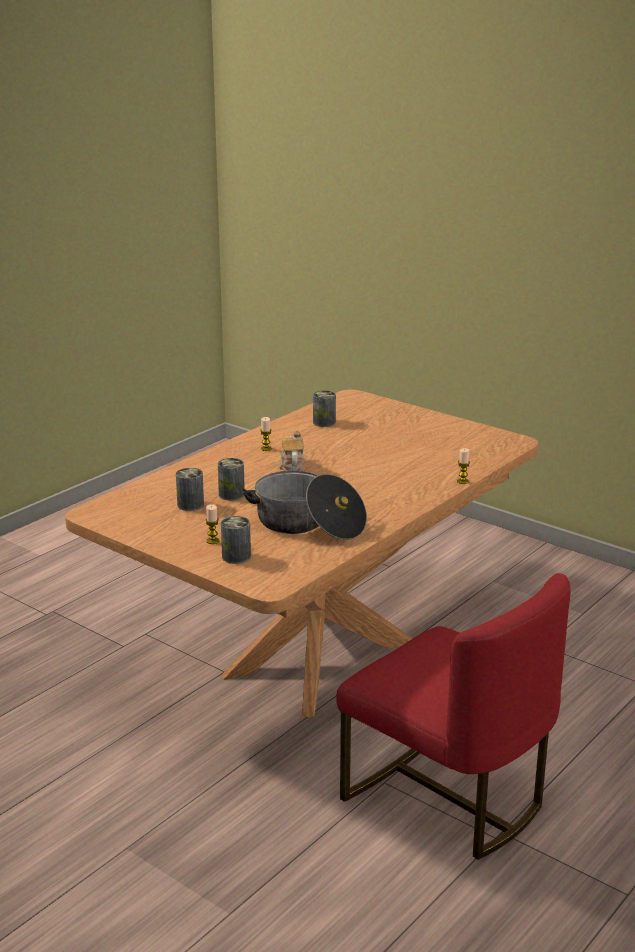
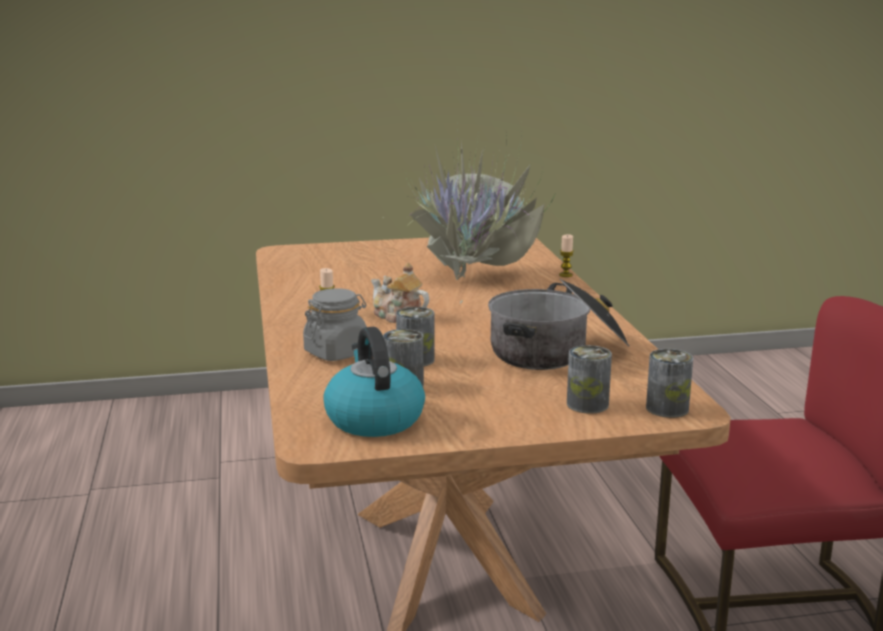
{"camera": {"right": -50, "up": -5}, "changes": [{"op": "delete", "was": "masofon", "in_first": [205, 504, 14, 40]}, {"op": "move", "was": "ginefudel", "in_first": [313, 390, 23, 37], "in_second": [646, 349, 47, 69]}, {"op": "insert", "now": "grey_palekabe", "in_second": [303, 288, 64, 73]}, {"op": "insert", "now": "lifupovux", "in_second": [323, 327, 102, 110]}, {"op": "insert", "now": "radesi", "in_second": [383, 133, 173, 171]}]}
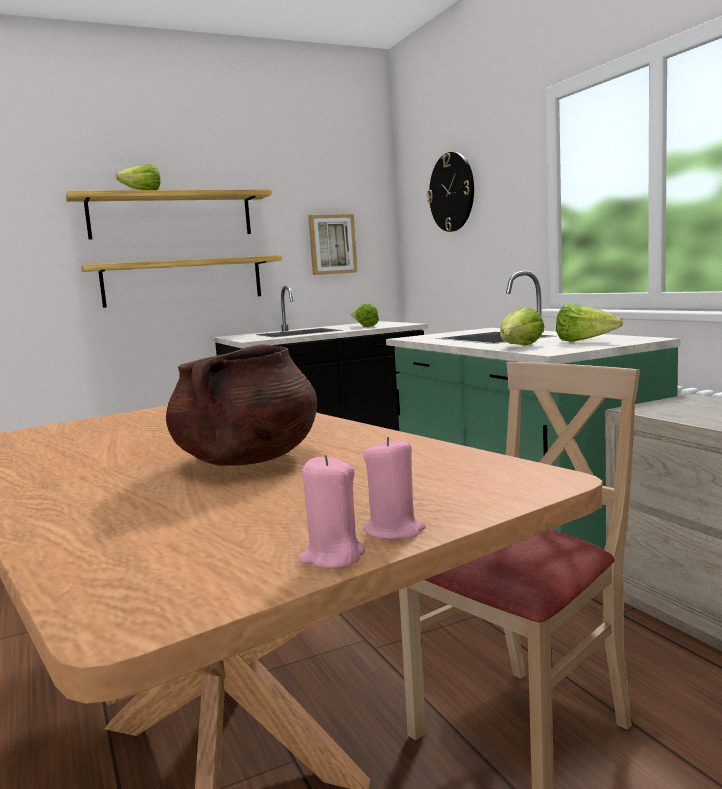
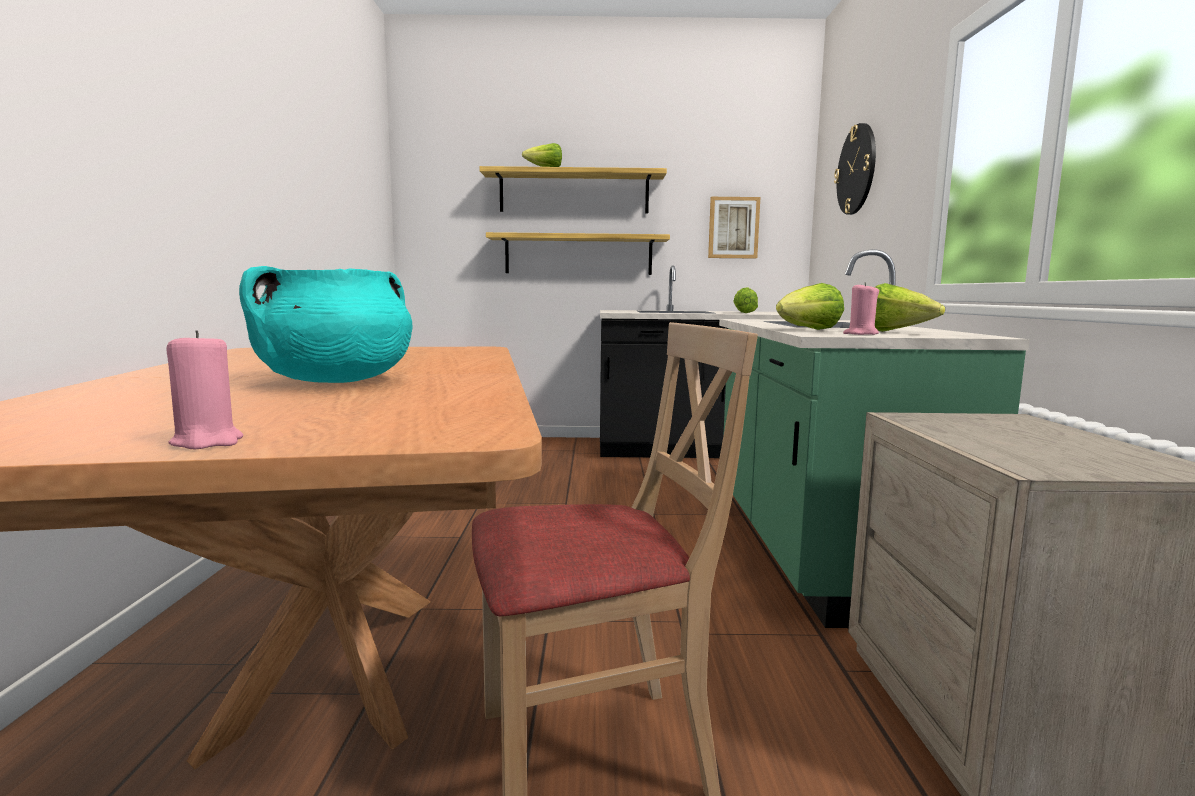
{"camera": {"right": 25, "up": 0}, "changes": [{"op": "recolor", "was": "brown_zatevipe", "now": "turquoise_zatevipe", "in_first": [166, 344, 151, 122], "in_second": [239, 266, 174, 117]}, {"op": "move", "was": "pink_masofon", "in_first": [299, 455, 66, 114], "in_second": [843, 282, 36, 53]}]}
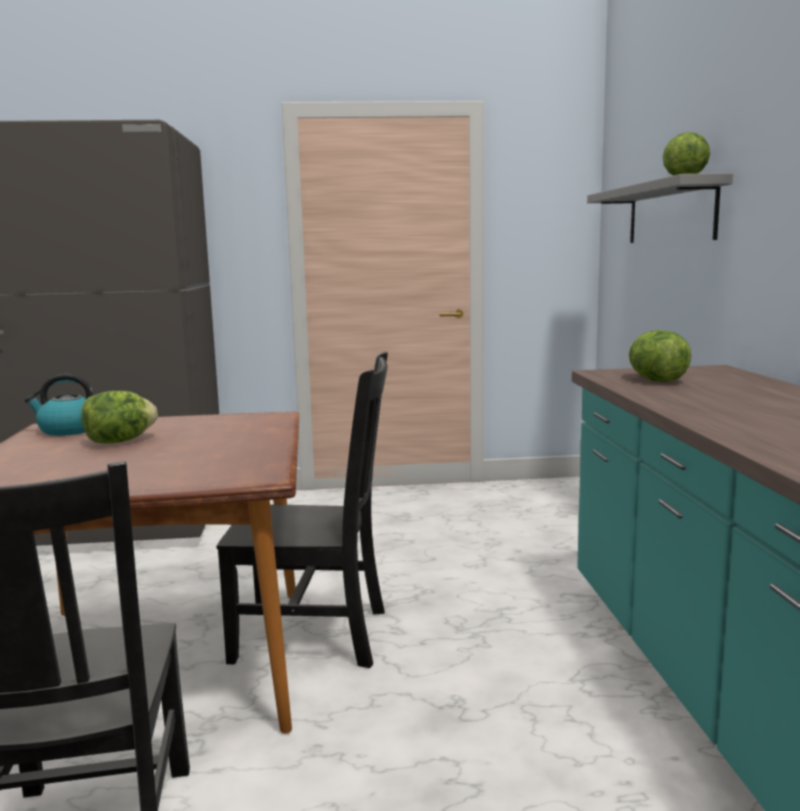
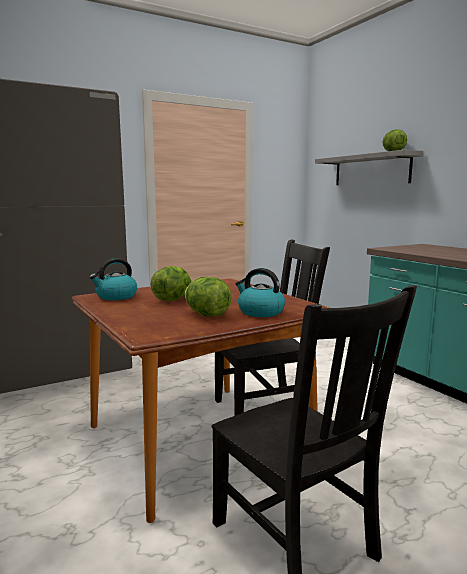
{"camera": {"right": -25, "up": 0}, "changes": [{"op": "move", "was": "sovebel", "in_first": [628, 330, 63, 52], "in_second": [185, 277, 46, 39]}, {"op": "insert", "now": "lifupovux", "in_second": [235, 268, 50, 49]}]}
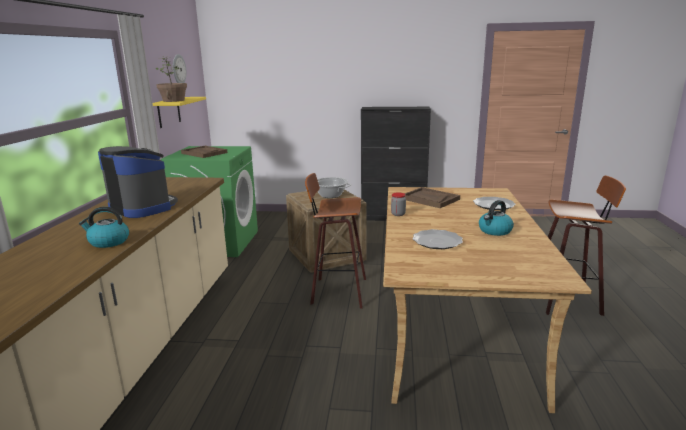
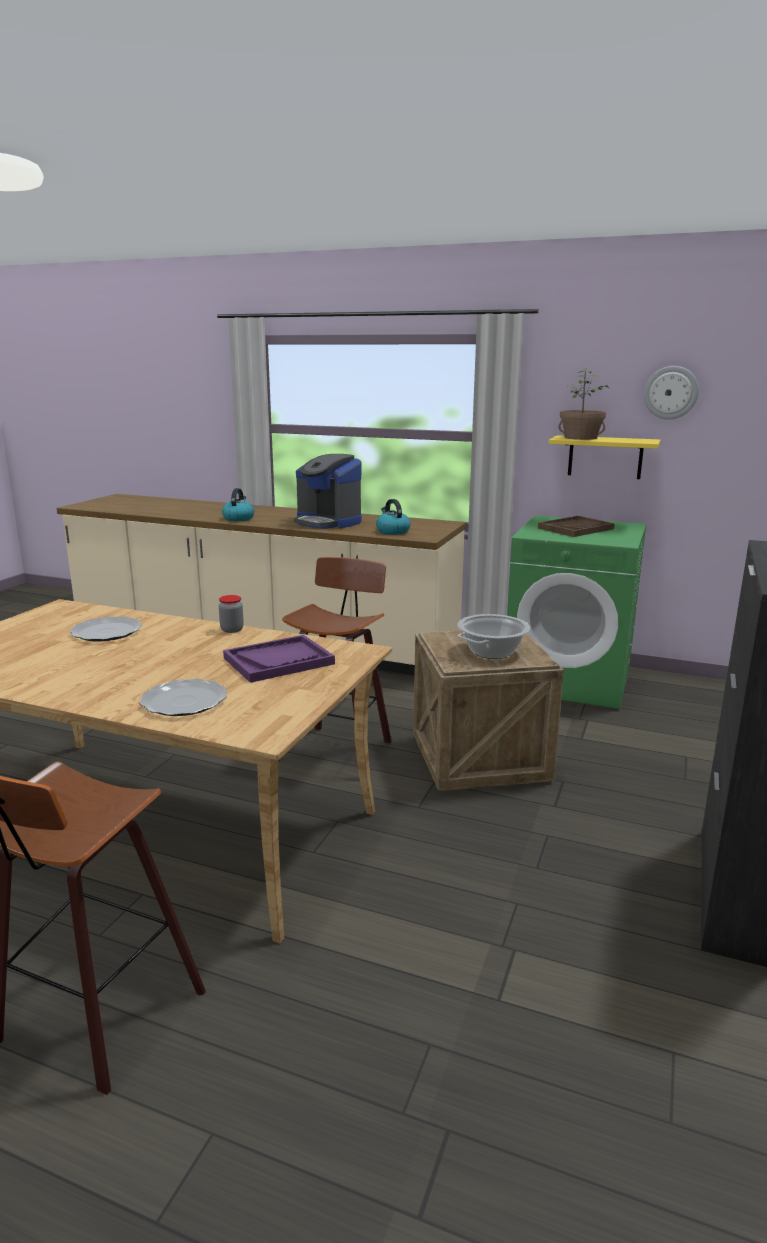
{"camera": {"right": 105, "up": 0}, "changes": [{"op": "rotate", "was": "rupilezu", "in_first": [98, 146, 80, 72], "in_second": [294, 454, 68, 75], "clockwise": 75}, {"op": "recolor", "was": "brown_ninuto", "now": "purple_ninuto", "in_first": [404, 187, 56, 21], "in_second": [223, 635, 112, 48]}, {"op": "move", "was": "lifupovux", "in_first": [479, 200, 35, 36], "in_second": [376, 499, 35, 36]}]}
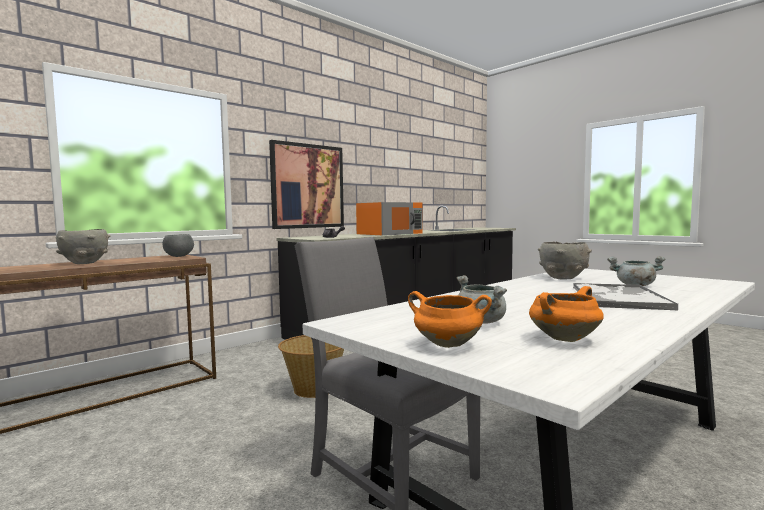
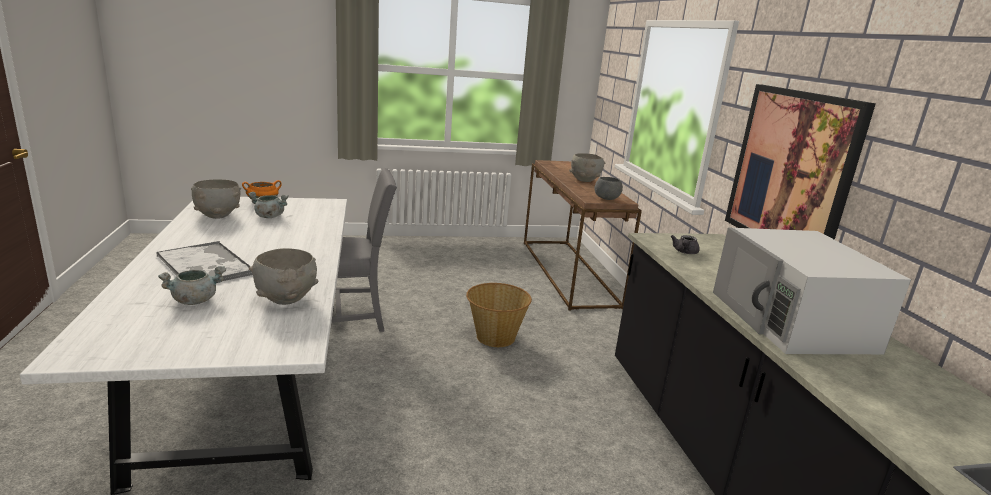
{"camera": {"right": 120, "up": 15}, "changes": [{"op": "recolor", "was": "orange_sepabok", "now": "white_sepabok", "in_first": [356, 202, 67, 34], "in_second": [713, 228, 198, 126]}, {"op": "replace", "was": "orange_zatevipe", "now": "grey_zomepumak", "in_first": [529, 286, 75, 56], "in_second": [191, 179, 50, 40]}]}
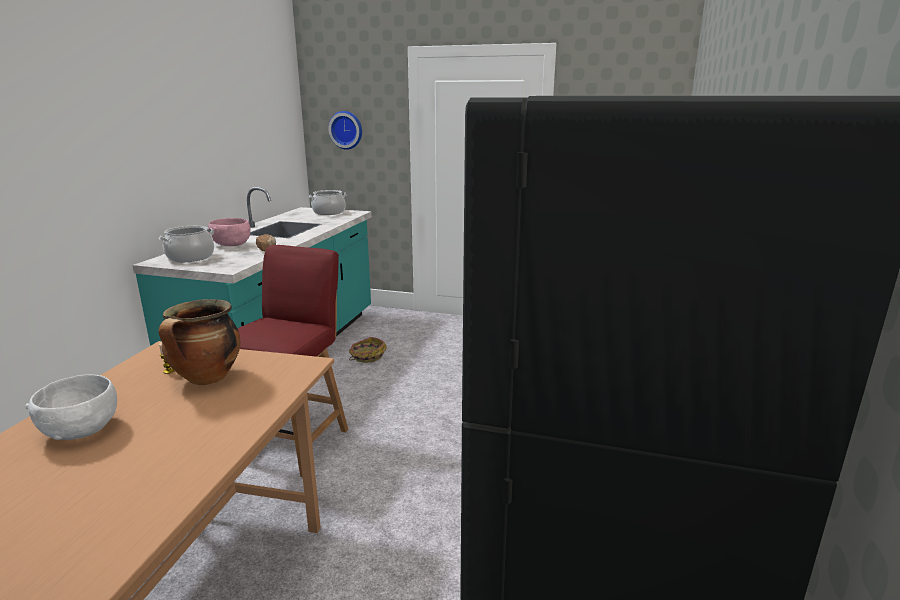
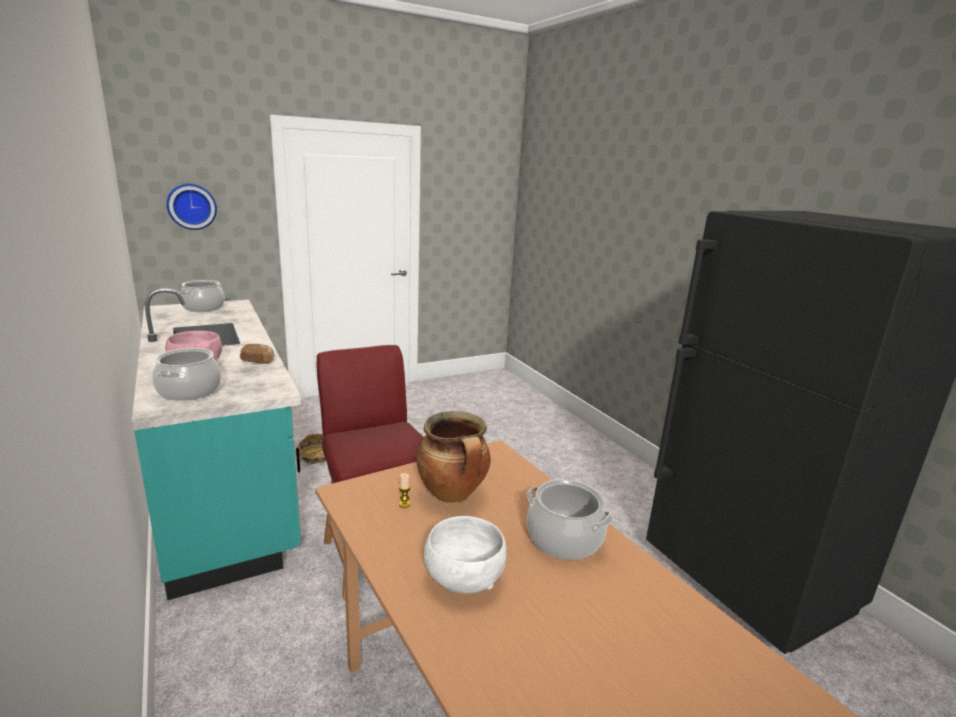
{"camera": {"right": -45, "up": 0}, "changes": [{"op": "insert", "now": "zatevipe", "in_second": [527, 479, 86, 81]}]}
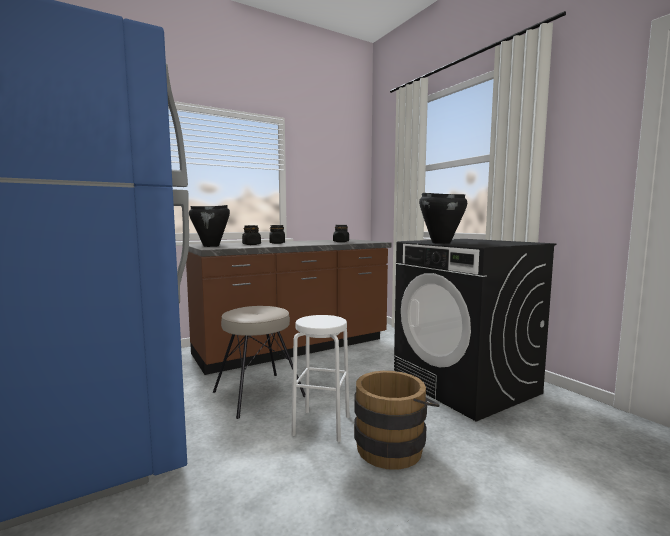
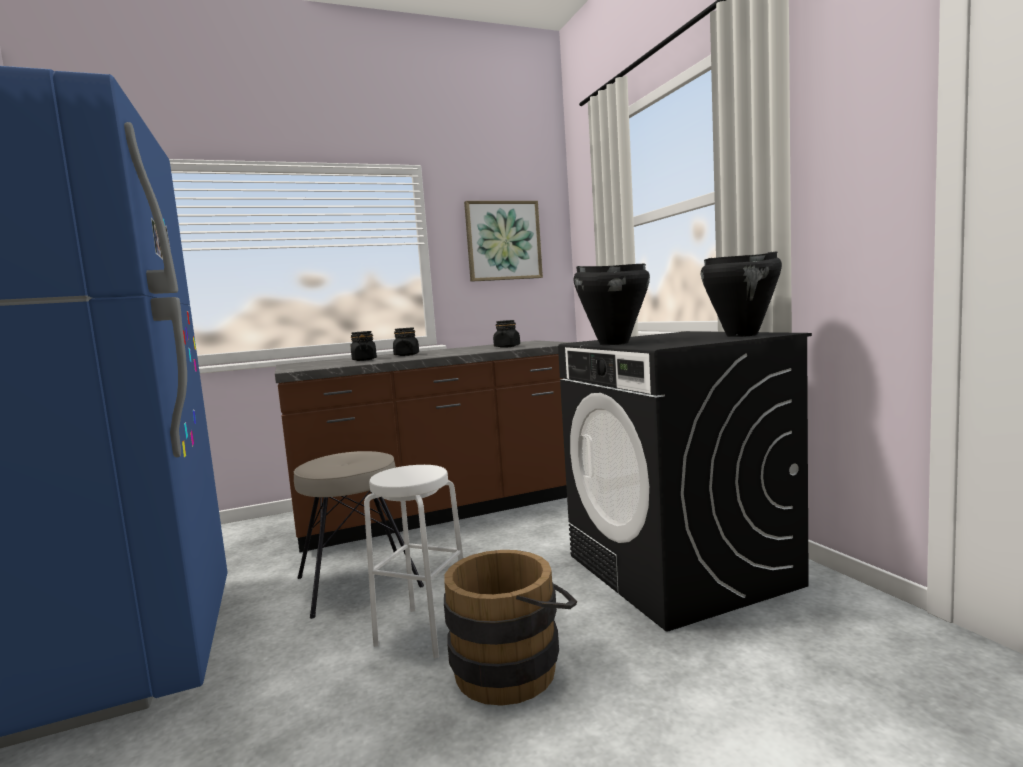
{"camera": {"right": 10, "up": 0}, "changes": [{"op": "move", "was": "black_zatevipe", "in_first": [189, 205, 41, 42], "in_second": [701, 251, 81, 86]}, {"op": "insert", "now": "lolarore", "in_second": [464, 201, 79, 81]}]}
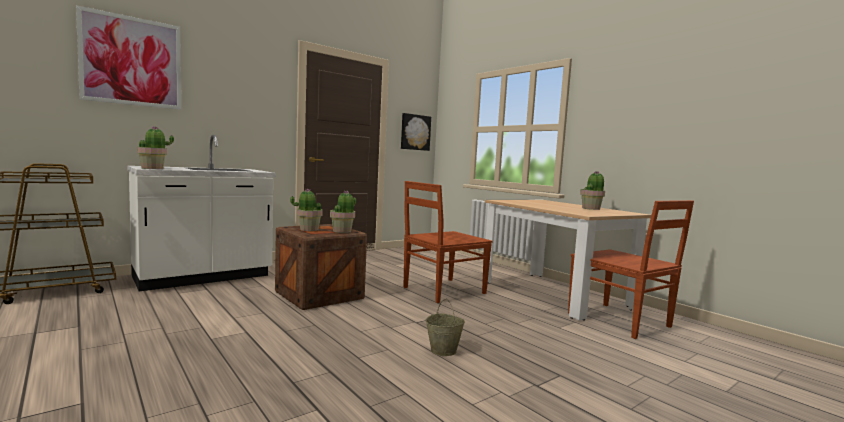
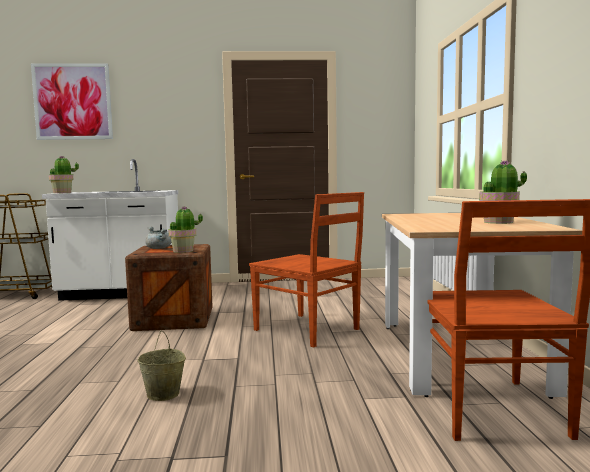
{"camera": {"right": 35, "up": 0}, "changes": [{"op": "replace", "was": "radesi", "now": "grey_zatevipe", "in_first": [290, 189, 33, 42], "in_second": [145, 226, 27, 23]}, {"op": "delete", "was": "lolarore", "in_first": [401, 113, 30, 38]}, {"op": "rotate", "was": "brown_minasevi", "in_first": [404, 181, 89, 122], "in_second": [249, 192, 115, 156], "clockwise": -135}]}
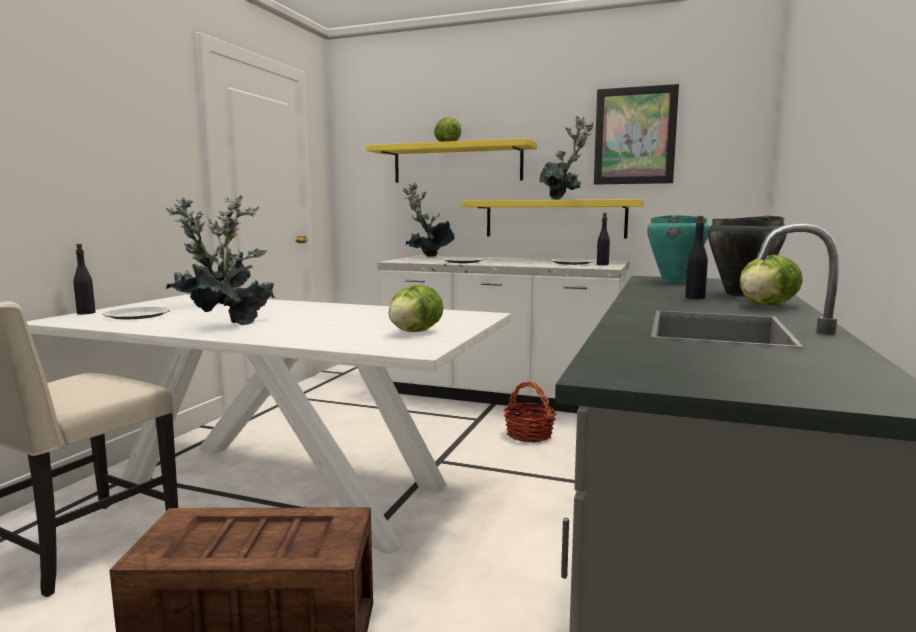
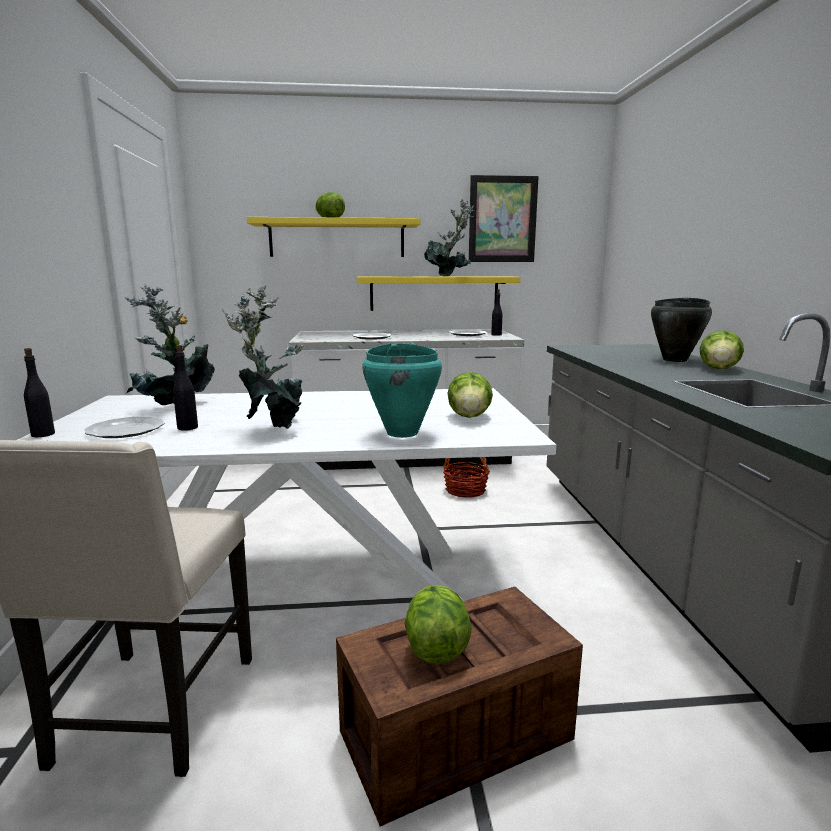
{"camera": {"right": -25, "up": 5}, "changes": [{"op": "delete", "was": "radesi", "in_first": [403, 183, 52, 74]}, {"op": "move", "was": "turquoise_zatevipe", "in_first": [647, 215, 62, 67], "in_second": [362, 343, 80, 95]}, {"op": "move", "was": "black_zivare", "in_first": [685, 216, 23, 83], "in_second": [173, 345, 25, 86]}, {"op": "insert", "now": "sovebel", "in_second": [404, 585, 67, 79]}]}
